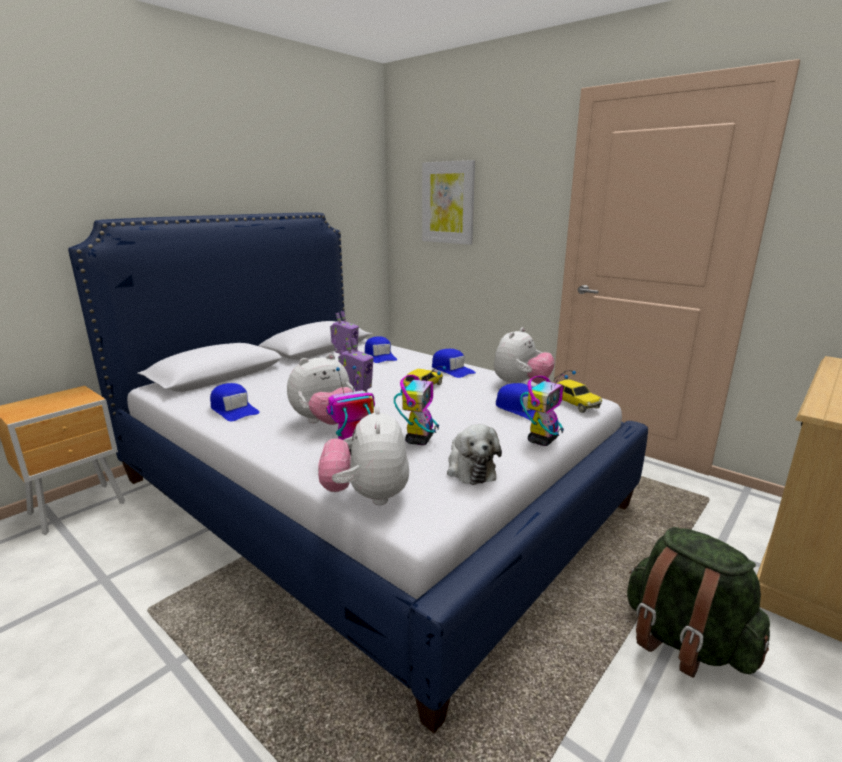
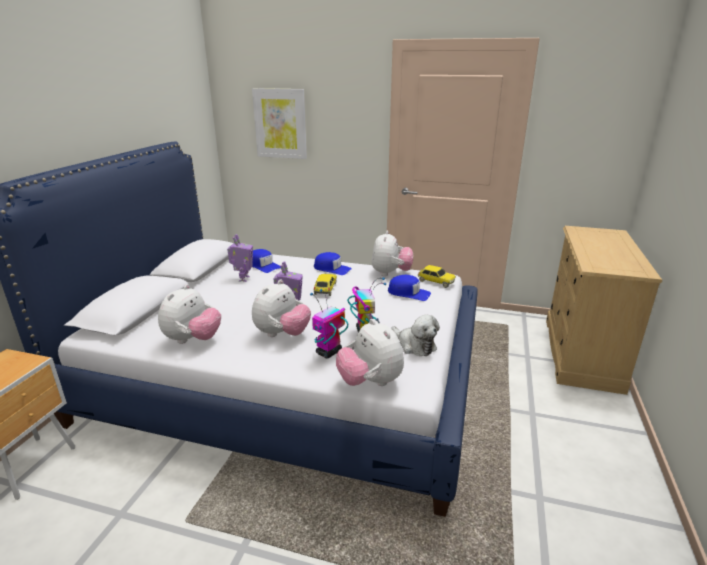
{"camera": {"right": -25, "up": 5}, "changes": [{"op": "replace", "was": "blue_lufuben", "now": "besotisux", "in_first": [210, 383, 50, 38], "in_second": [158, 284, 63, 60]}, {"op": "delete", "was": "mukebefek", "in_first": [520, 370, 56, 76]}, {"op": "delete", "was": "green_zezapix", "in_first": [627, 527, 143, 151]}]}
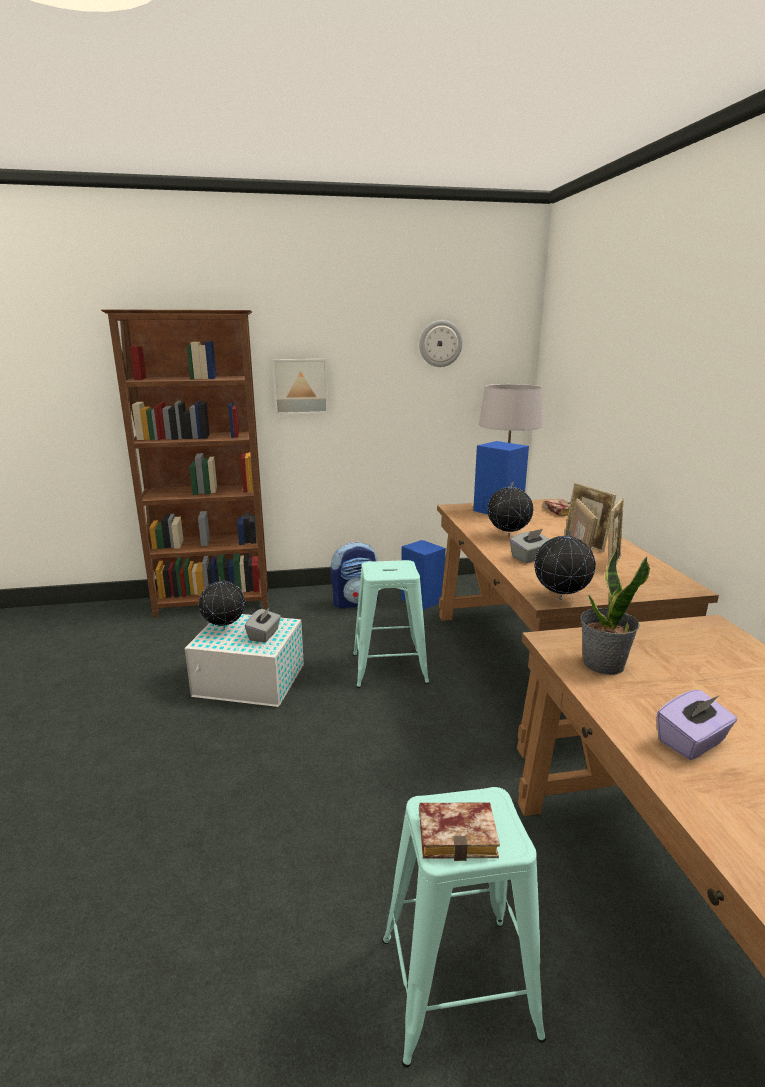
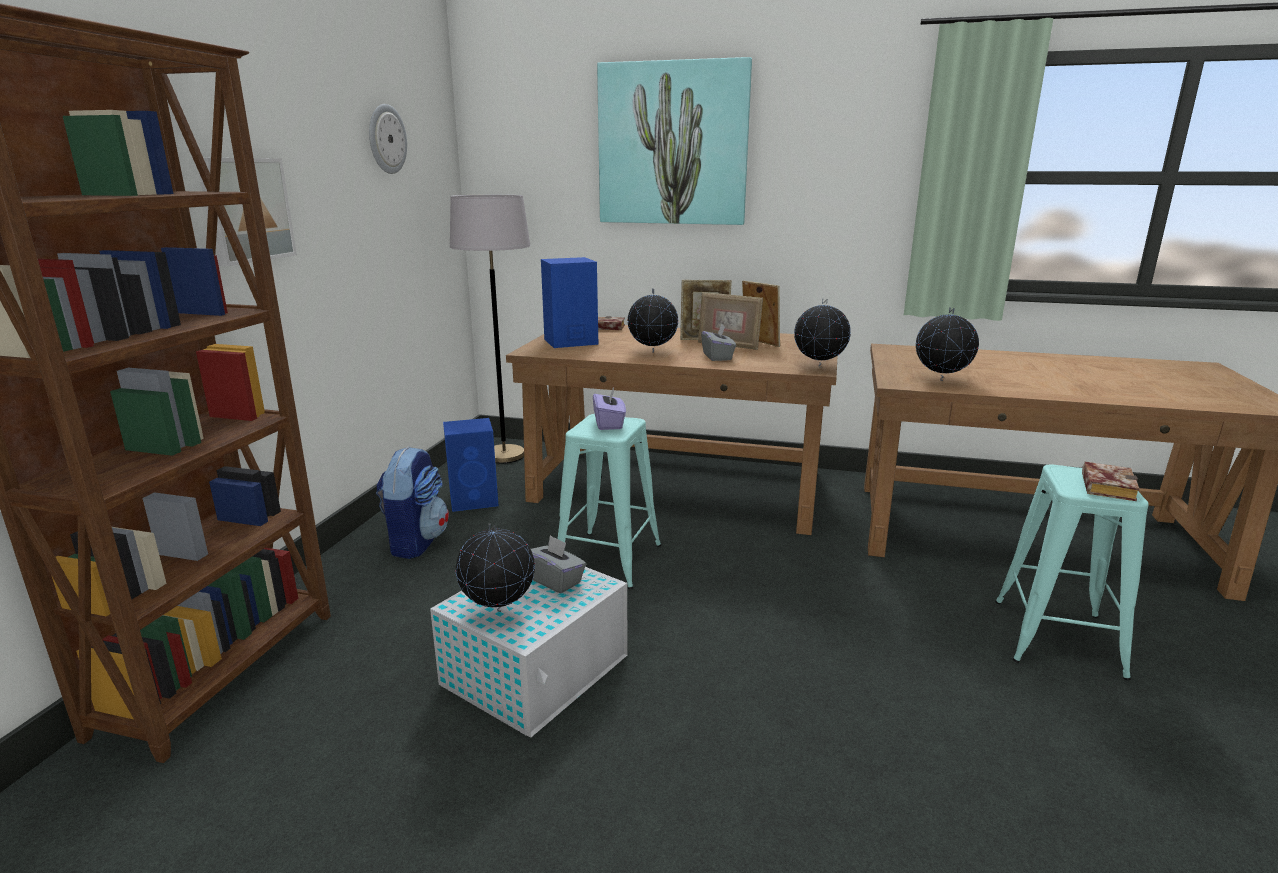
{"camera": {"right": -65, "up": 0}, "changes": [{"op": "replace", "was": "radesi", "now": "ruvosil", "in_first": [580, 547, 70, 128], "in_second": [916, 307, 63, 74]}, {"op": "move", "was": "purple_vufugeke", "in_first": [657, 690, 80, 70], "in_second": [593, 386, 33, 44]}, {"op": "insert", "now": "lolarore", "in_second": [597, 57, 155, 168]}]}
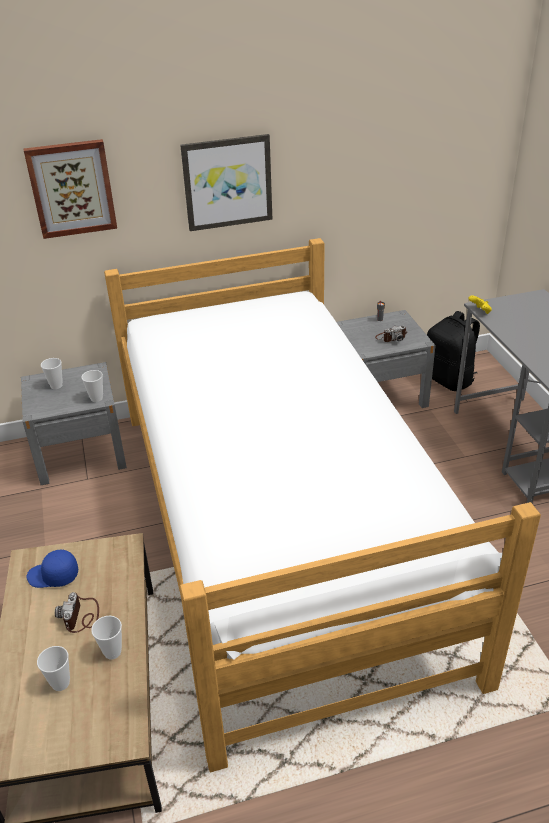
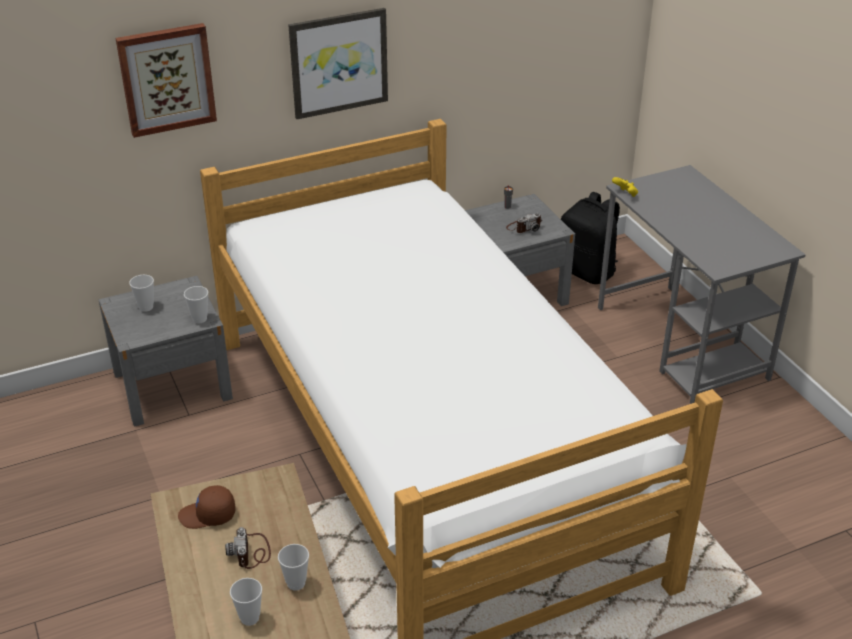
{"camera": {"right": -10, "up": 0}, "changes": [{"op": "recolor", "was": "blue_lufuben", "now": "brown_lufuben", "in_first": [27, 549, 51, 39], "in_second": [178, 485, 57, 44]}]}
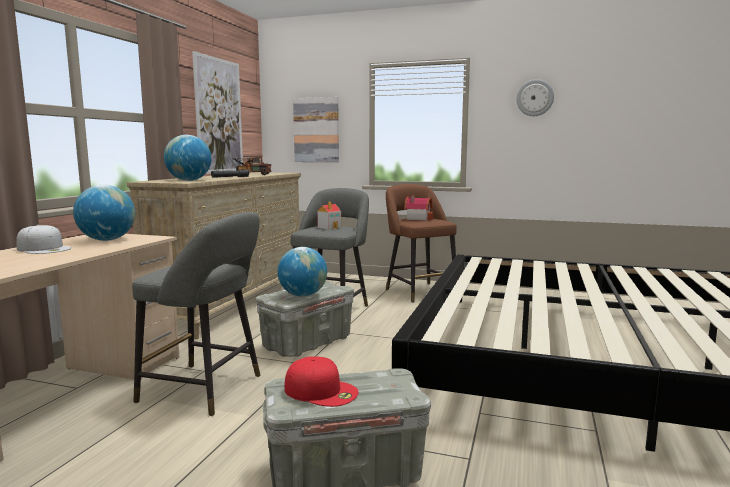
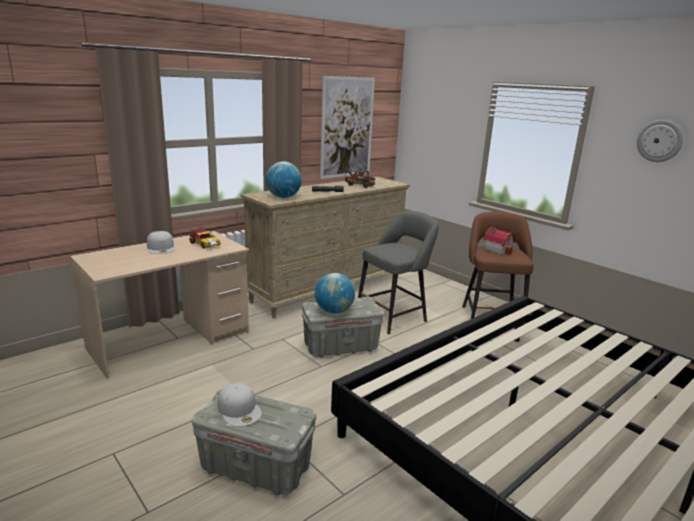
{"camera": {"right": 30, "up": 10}, "changes": [{"op": "replace", "was": "ruvosil", "now": "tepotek", "in_first": [73, 185, 62, 56], "in_second": [189, 227, 32, 21]}, {"op": "delete", "was": "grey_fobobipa", "in_first": [132, 212, 128, 204]}, {"op": "recolor", "was": "red_lufuben", "now": "white_lufuben", "in_first": [285, 356, 73, 51], "in_second": [218, 382, 44, 45]}, {"op": "delete", "was": "lolarore", "in_first": [293, 97, 46, 65]}, {"op": "delete", "was": "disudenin", "in_first": [317, 202, 24, 27]}]}
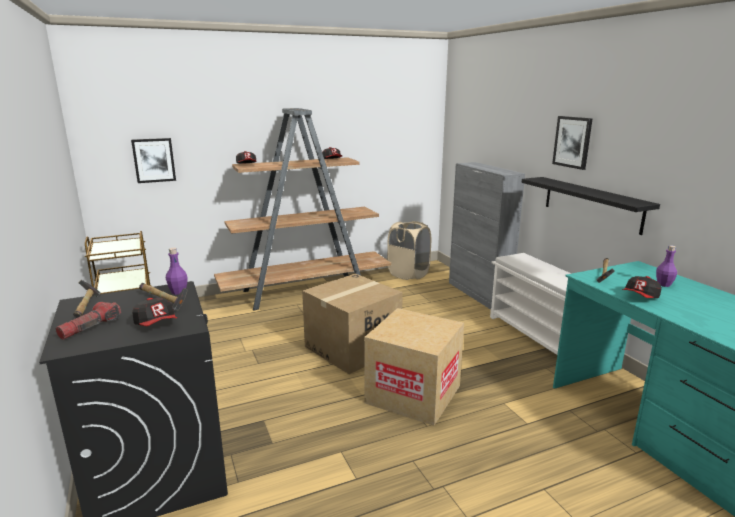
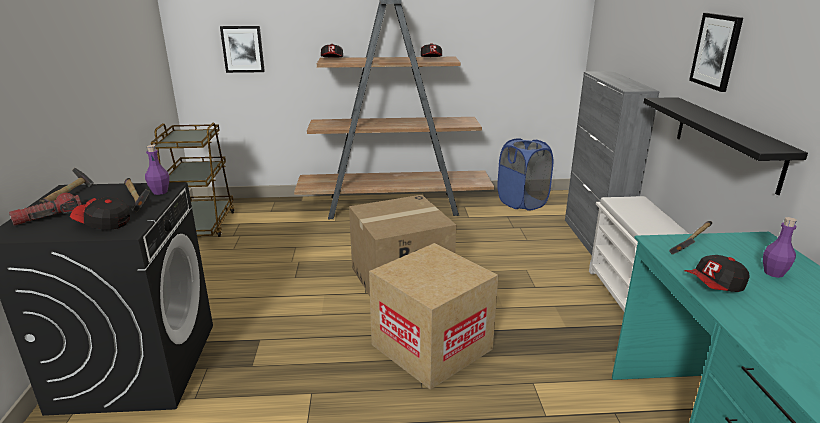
{"camera": {"right": 20, "up": 5}, "changes": [{"op": "rotate", "was": "lufuben", "in_first": [132, 298, 45, 28], "in_second": [70, 197, 60, 33], "clockwise": 120}, {"op": "recolor", "was": "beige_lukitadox", "now": "blue_lukitadox", "in_first": [387, 221, 44, 59], "in_second": [497, 138, 56, 73]}]}
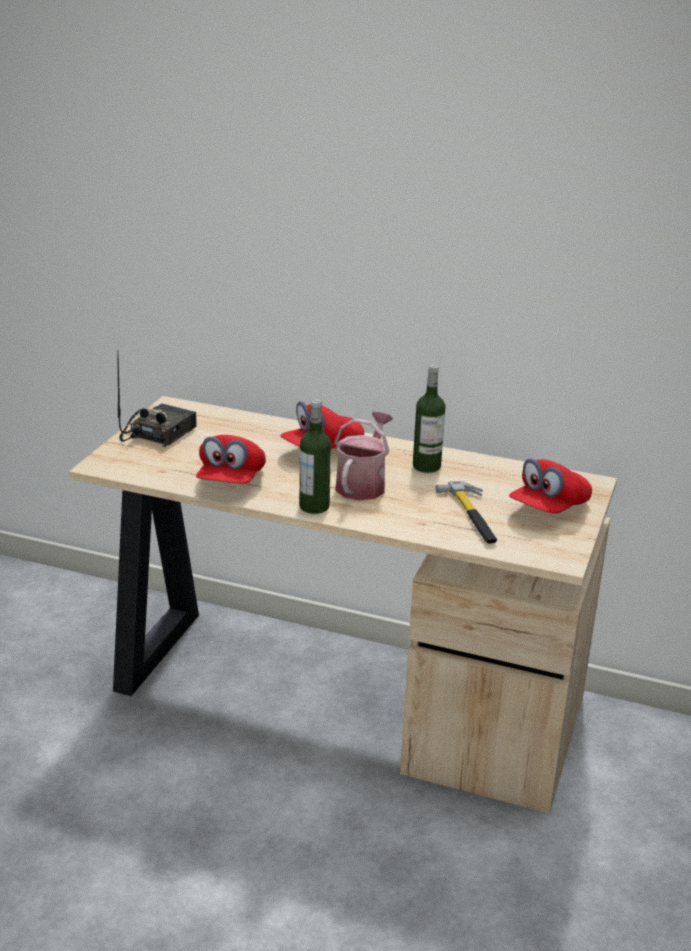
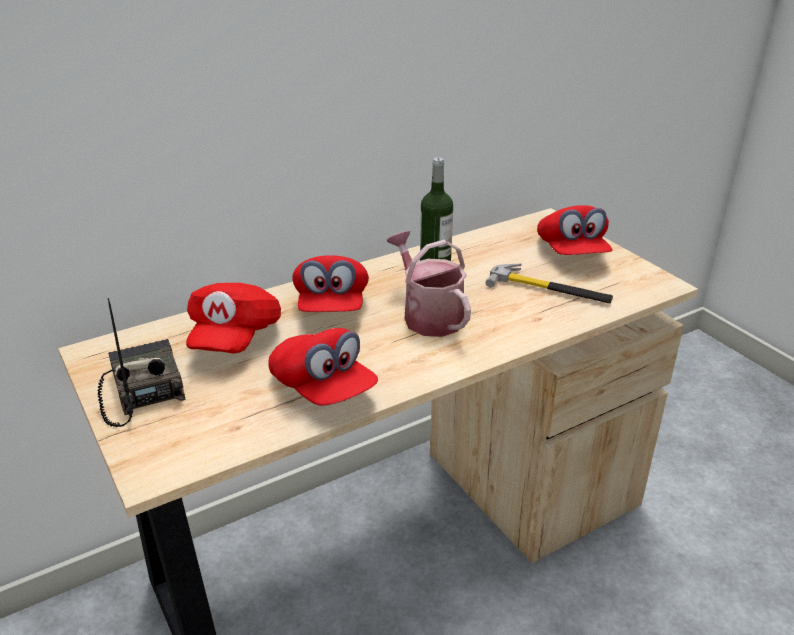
{"camera": {"right": -50, "up": 5}, "changes": [{"op": "delete", "was": "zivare", "in_first": [299, 399, 32, 115]}, {"op": "insert", "now": "red_lufuben", "in_second": [186, 283, 95, 71]}]}
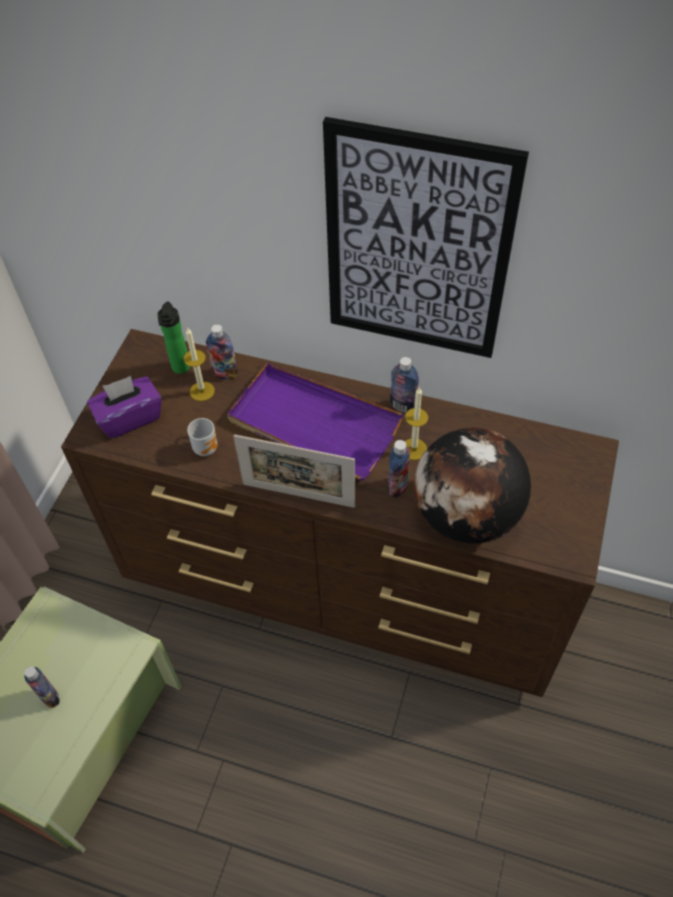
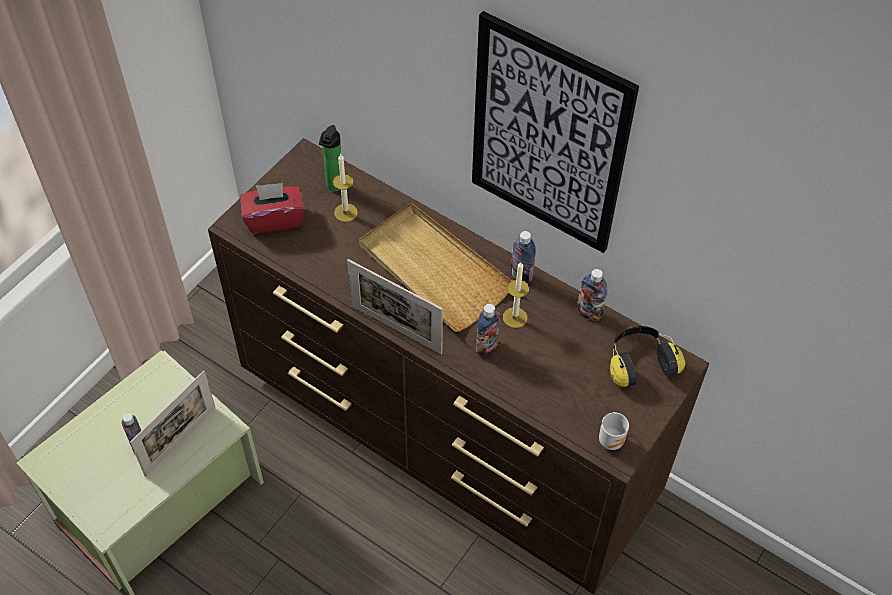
{"camera": {"right": 15, "up": 0}, "changes": [{"op": "recolor", "was": "purple_vufugeke", "now": "red_vufugeke", "in_first": [87, 376, 75, 62], "in_second": [240, 183, 65, 51]}, {"op": "move", "was": "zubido", "in_first": [187, 418, 30, 38], "in_second": [599, 412, 30, 38]}, {"op": "move", "was": "zivare", "in_first": [206, 324, 32, 56], "in_second": [577, 269, 30, 52]}, {"op": "recolor", "was": "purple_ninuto", "now": "beige_ninuto", "in_first": [227, 363, 176, 117], "in_second": [359, 203, 153, 129]}, {"op": "delete", "was": "ruvosil", "in_first": [414, 427, 117, 117]}, {"op": "insert", "now": "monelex", "in_second": [130, 371, 85, 106]}, {"op": "insert", "now": "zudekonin", "in_second": [610, 326, 75, 61]}]}
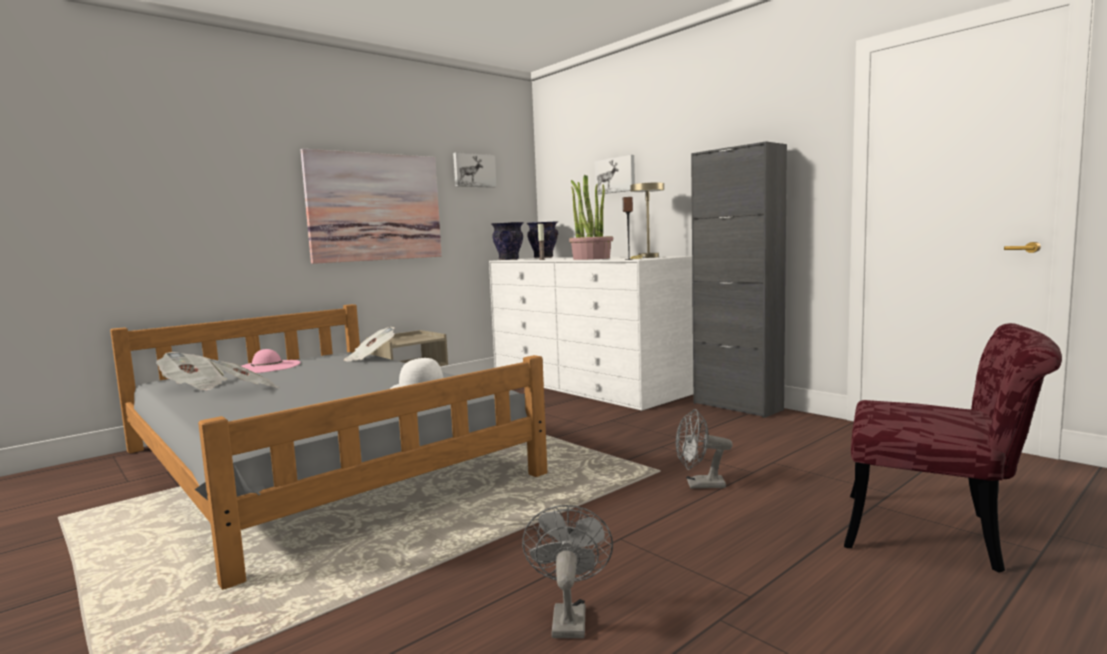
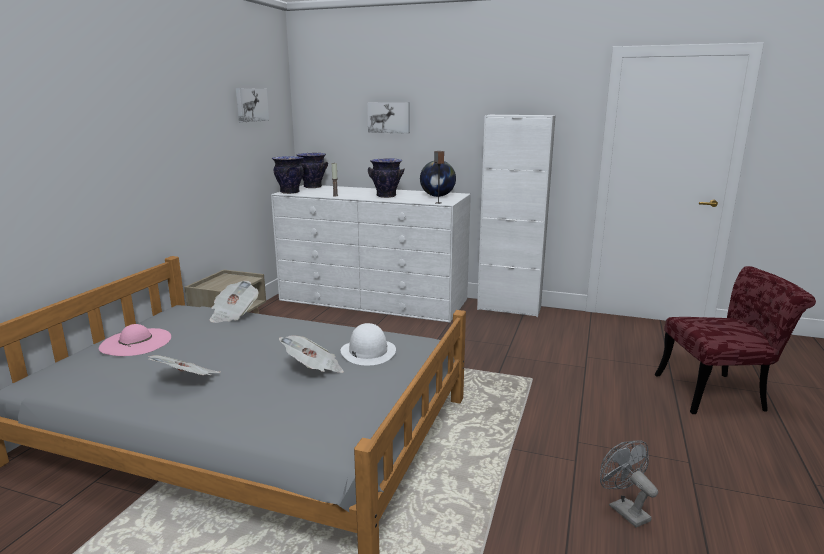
{"camera": {"right": -30, "up": 10}, "changes": [{"op": "move", "was": "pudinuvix", "in_first": [156, 352, 71, 38], "in_second": [279, 336, 65, 37]}, {"op": "delete", "was": "lolarore", "in_first": [301, 149, 141, 115]}, {"op": "replace", "was": "radesi", "now": "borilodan", "in_first": [569, 175, 44, 85], "in_second": [368, 158, 36, 40]}, {"op": "replace", "was": "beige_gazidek", "now": "ruvosil", "in_first": [630, 183, 34, 76], "in_second": [420, 161, 36, 36]}, {"op": "delete", "was": "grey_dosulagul", "in_first": [676, 409, 57, 79]}, {"op": "recolor", "was": "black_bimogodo", "now": "white_bimogodo", "in_first": [691, 142, 96, 276], "in_second": [477, 115, 79, 202]}]}
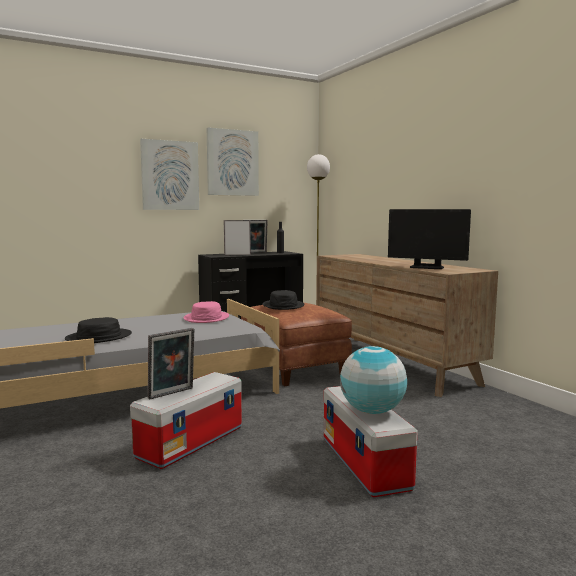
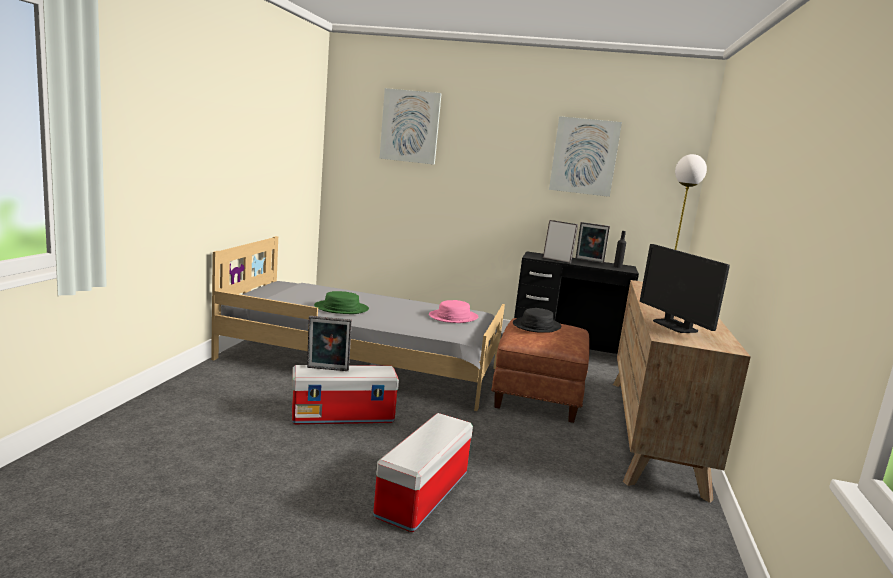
{"camera": {"right": 40, "up": 5}, "changes": [{"op": "recolor", "was": "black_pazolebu", "now": "green_pazolebu", "in_first": [65, 317, 67, 26], "in_second": [314, 291, 55, 23]}, {"op": "move", "was": "lolarore", "in_first": [140, 139, 59, 71], "in_second": [380, 88, 62, 77]}, {"op": "delete", "was": "ruvosil", "in_first": [340, 346, 67, 68]}]}
